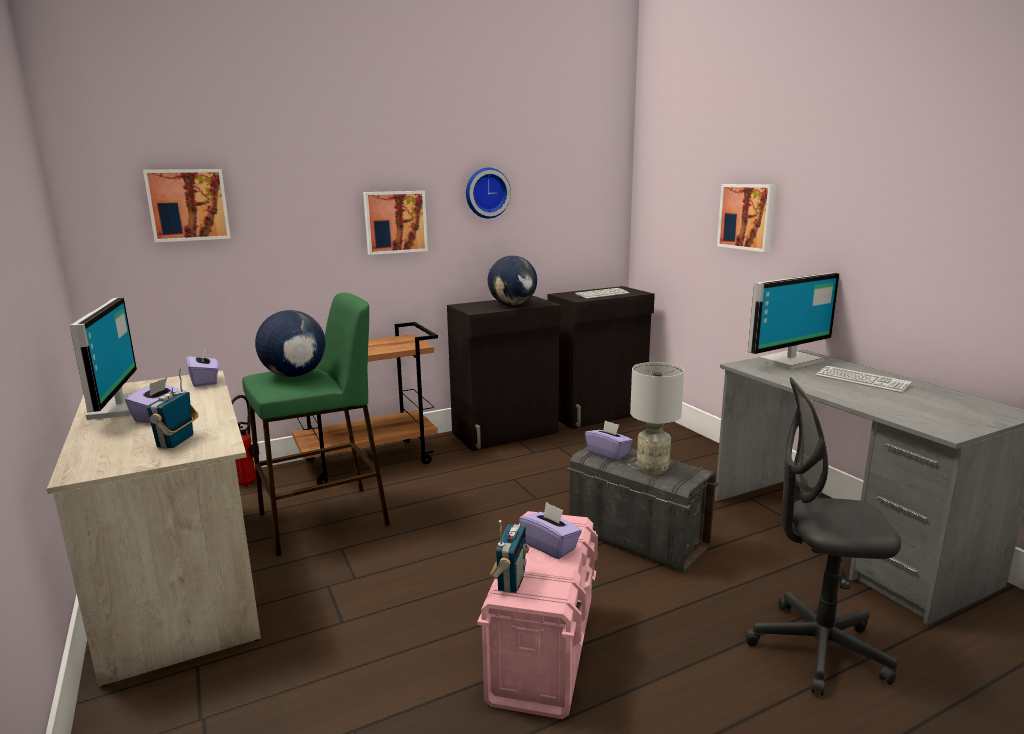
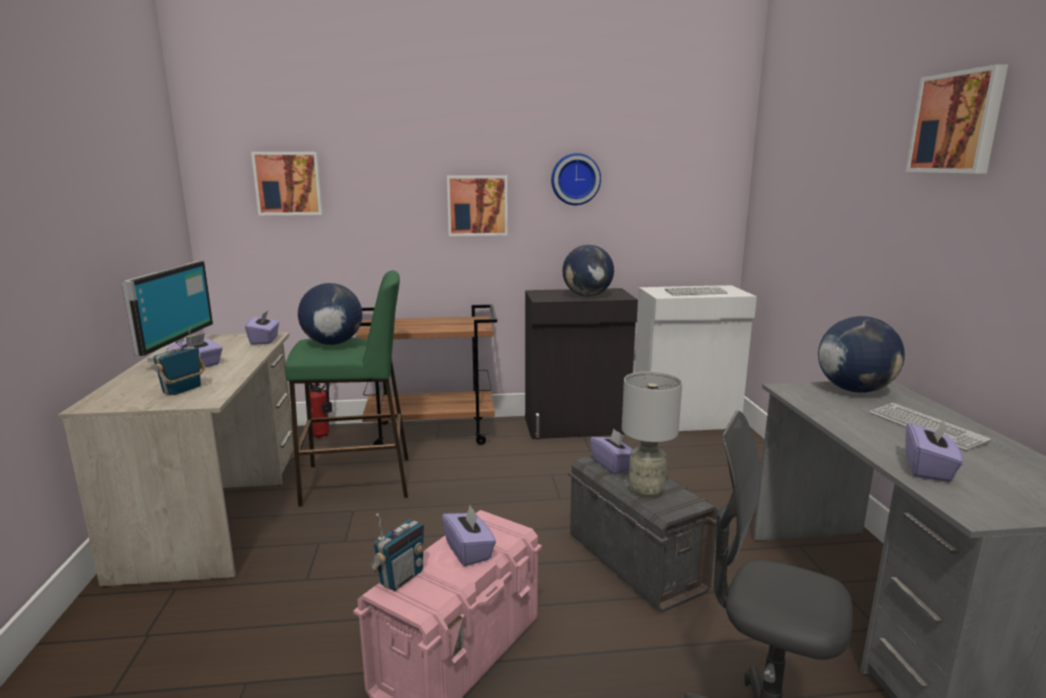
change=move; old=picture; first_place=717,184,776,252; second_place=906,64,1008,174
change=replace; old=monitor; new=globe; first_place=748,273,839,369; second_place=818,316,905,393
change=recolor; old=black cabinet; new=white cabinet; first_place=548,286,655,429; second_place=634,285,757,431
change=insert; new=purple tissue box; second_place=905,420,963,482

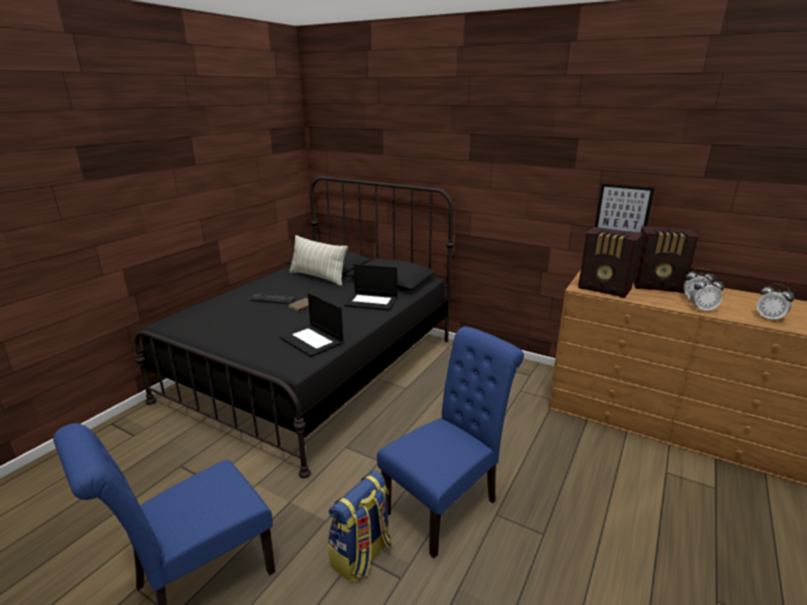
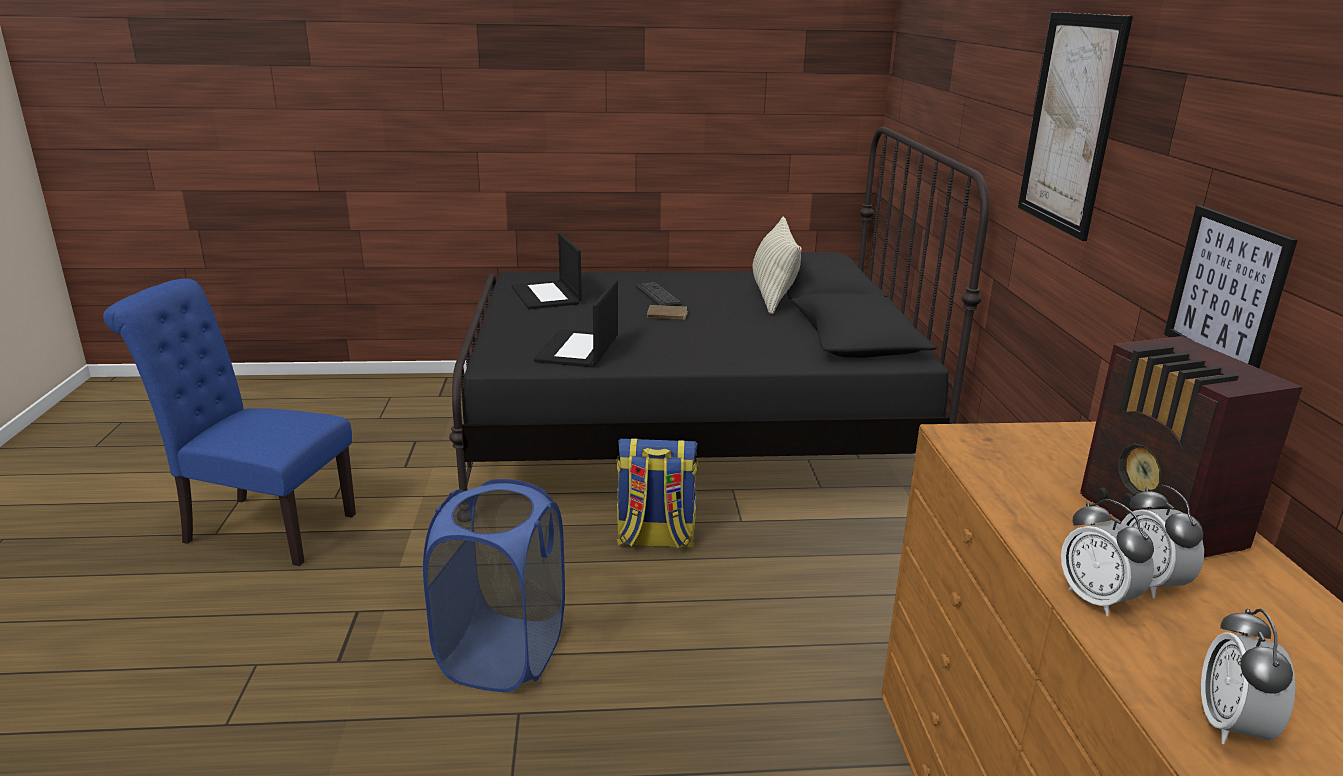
change=delete; old=radio; first_place=578,227,643,298
change=move; old=laptop; first_place=344,264,397,311; second_place=512,233,582,309
change=replace; old=blue chair; new=blue laundry basket; first_place=377,327,524,558; second_place=423,479,565,692
change=move; old=backpack; first_place=328,471,392,583; second_place=616,438,698,548
change=insert; new=picture; second_place=1018,12,1133,241

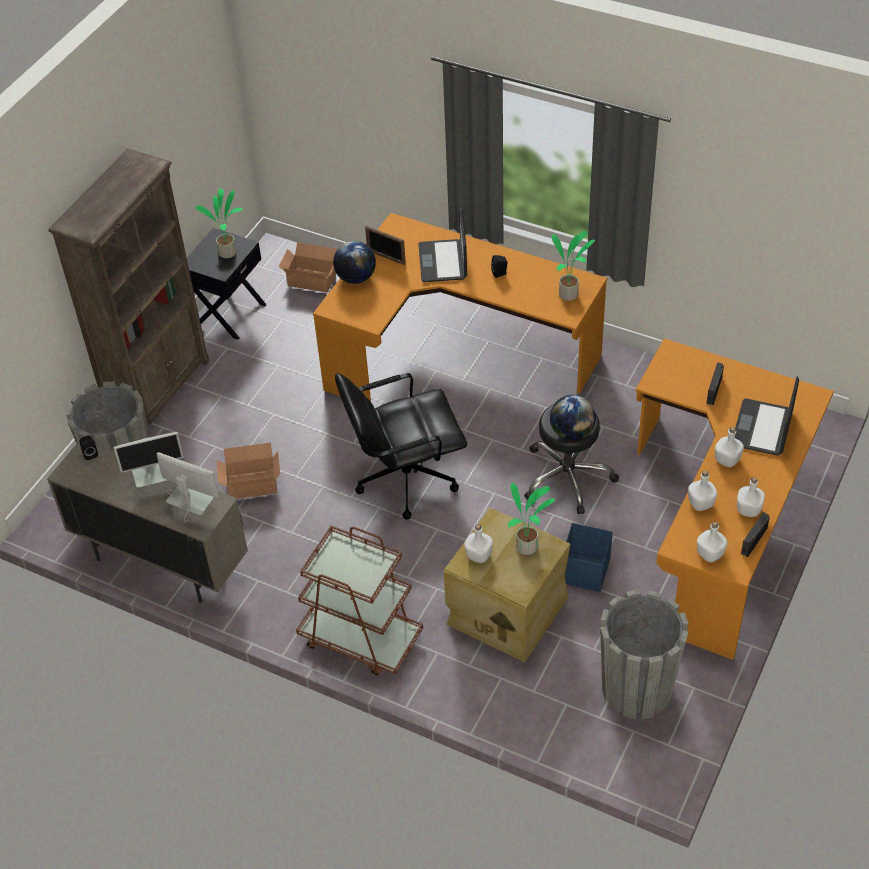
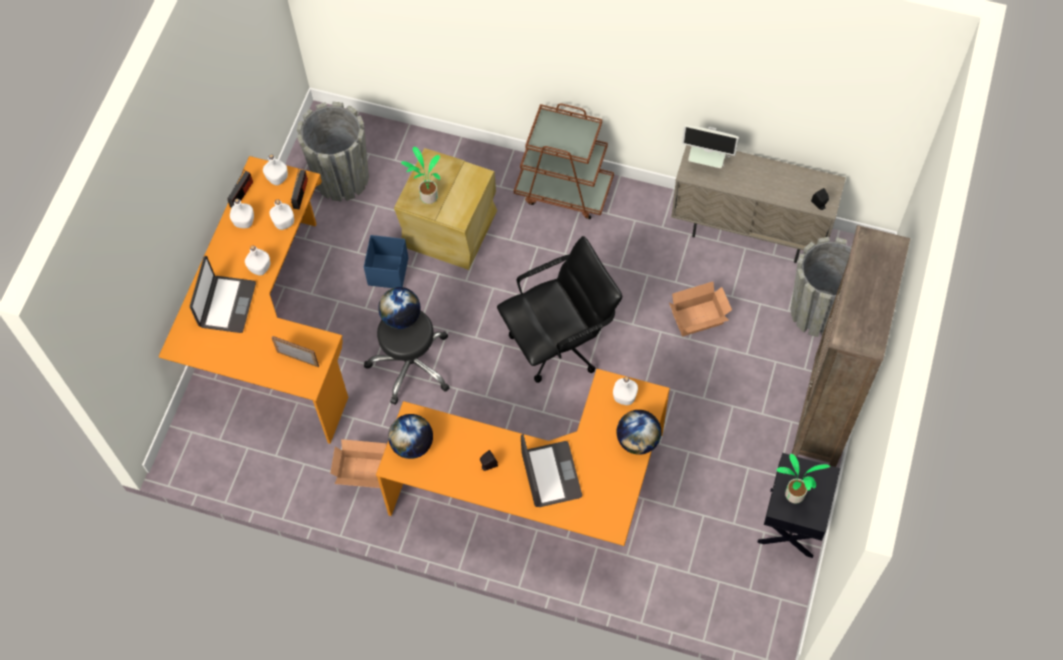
change=move; old=picture frame; first_place=365,226,406,265; second_place=272,336,319,367
change=replace; old=potted plant; new=globe; first_place=551,231,595,301; second_place=388,414,433,459
change=move; old=cardboard box; first_place=279,242,337,293; second_place=330,439,387,488
change=move; old=radio; first_place=706,362,724,405; second_place=291,169,308,210
change=delete; old=monitor; first_place=114,432,184,487
change=move; old=white bottle; first_place=464,524,493,563; second_place=613,377,638,405

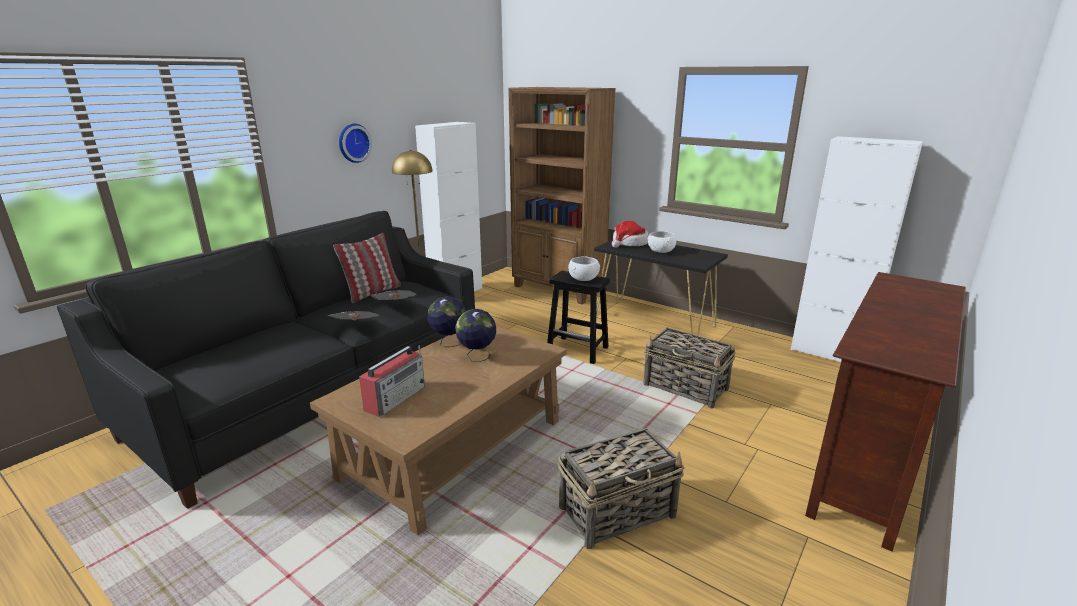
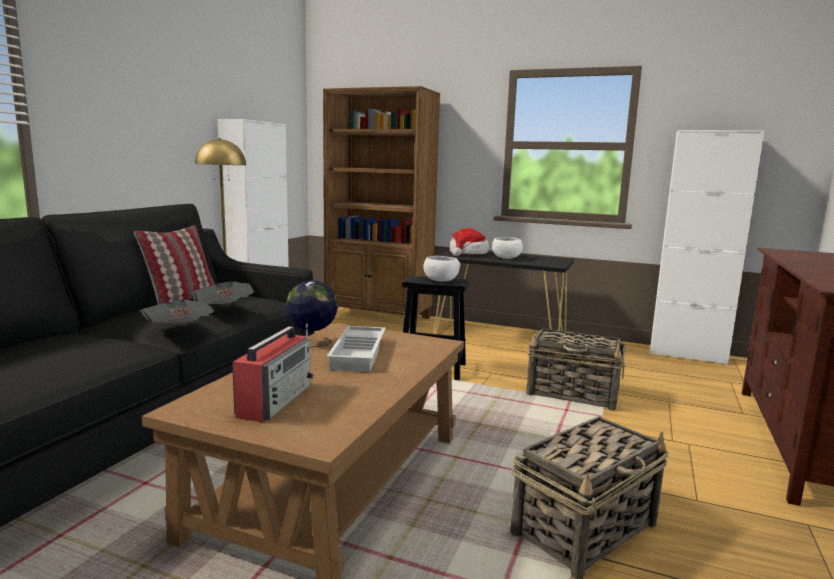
change=delete; old=wall clock; first_place=339,124,372,163
change=replace; old=globe; new=white tray; first_place=455,309,496,362; second_place=326,326,386,372

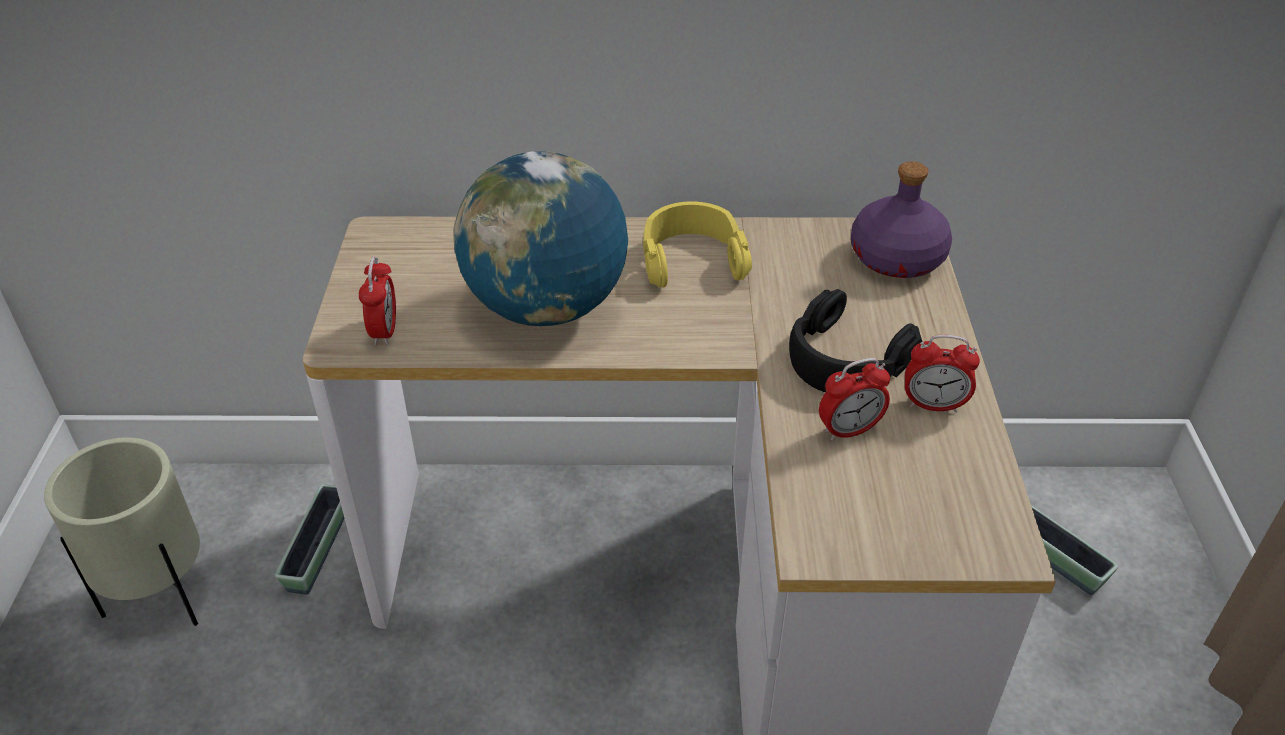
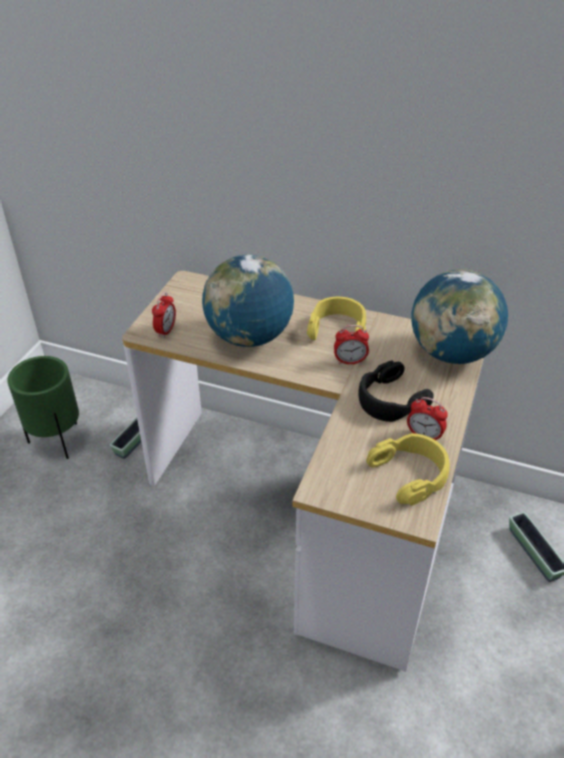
change=replace; old=purple bottle; new=globe; first_place=851,161,952,278; second_place=411,269,508,364
change=move; old=alarm clock; first_place=819,358,890,441; second_place=334,325,369,364
change=recolor; old=beige planter; new=green planter; first_place=44,437,200,626; second_place=7,356,79,459
change=insert; new=yellow headphones; second_place=366,433,450,506

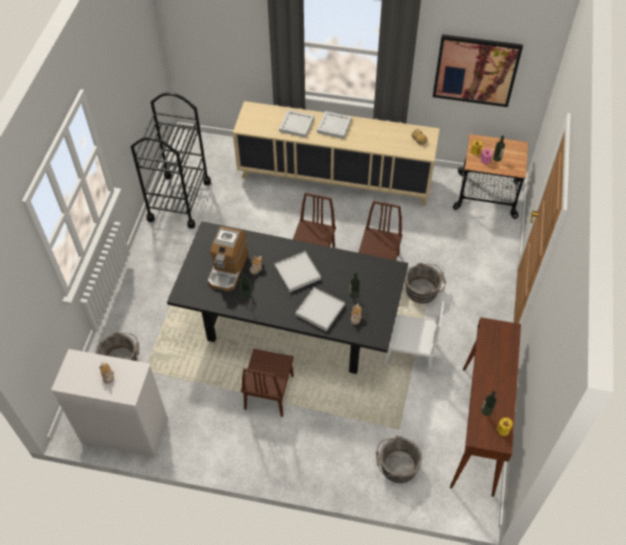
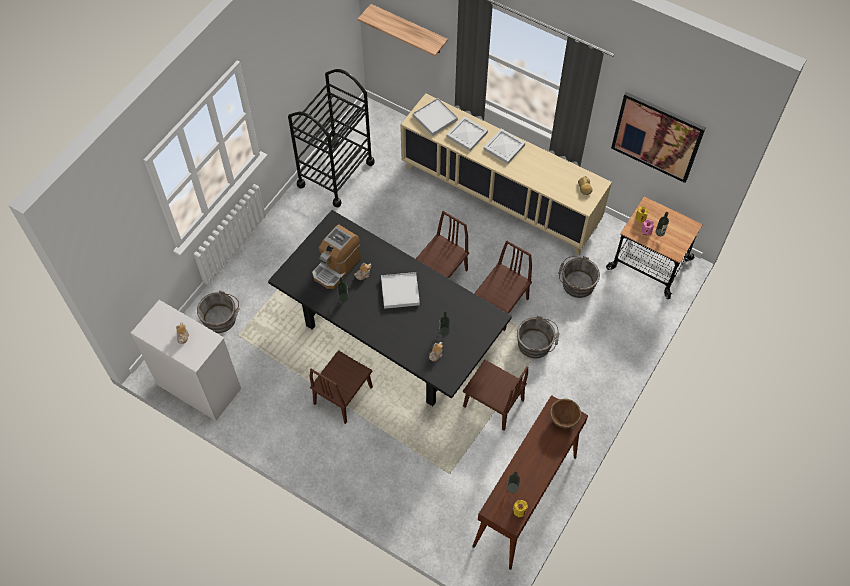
change=move; old=white tray; first_place=295,287,345,331; second_place=413,98,458,136
change=recolor; old=white chair; new=brown chair; first_place=384,302,444,374; second_place=463,359,528,431
change=move; old=grey bucket; first_place=376,436,422,483; second_place=558,256,600,298
change=insert; new=shelf; second_place=358,4,448,56
change=insert; new=brown bowl; second_place=550,399,582,428

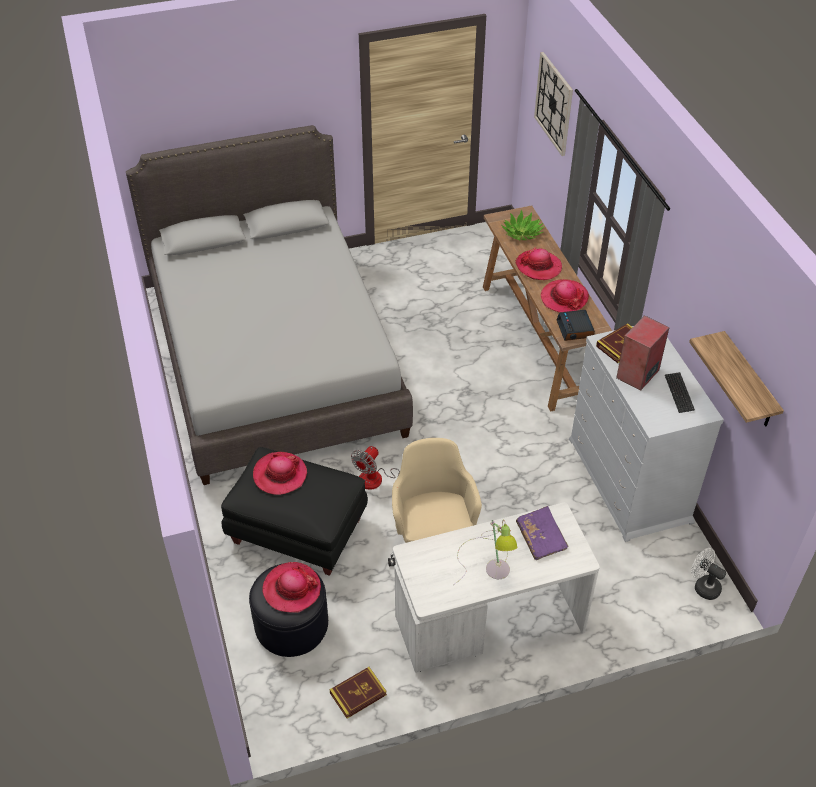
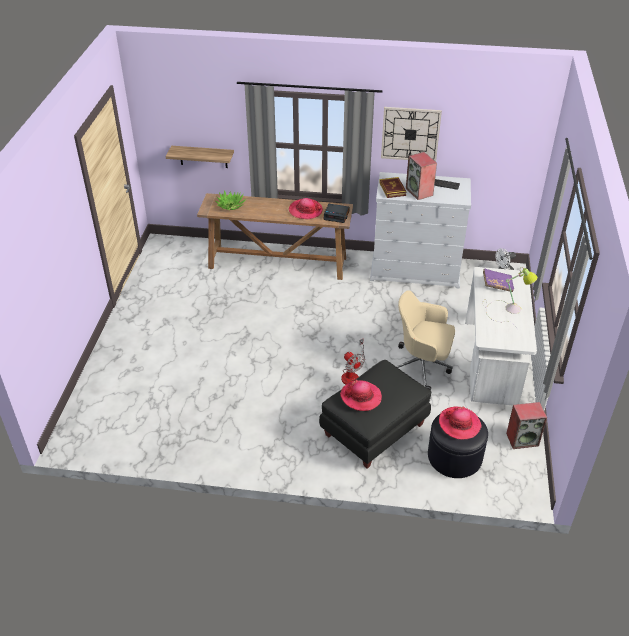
change=move; old=wall clock; first_place=534,52,573,156; second_place=381,107,442,162
change=delete; old=grey bed; first_place=126,125,413,485
change=delete; old=hat; first_place=515,248,562,280
change=move; old=shelf; first_place=689,331,784,427; second_place=166,146,234,168
change=replace; old=book; new=speaker; first_place=330,667,387,718; second_place=506,402,547,449

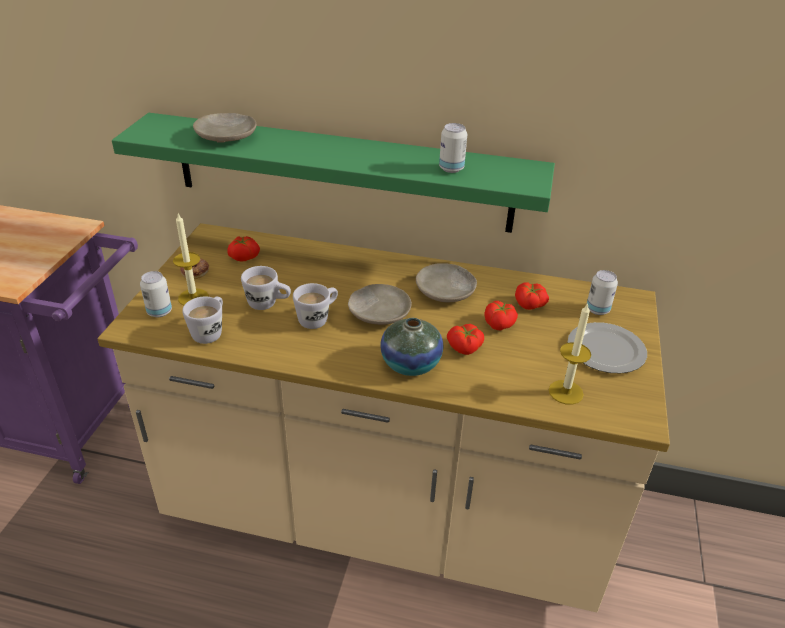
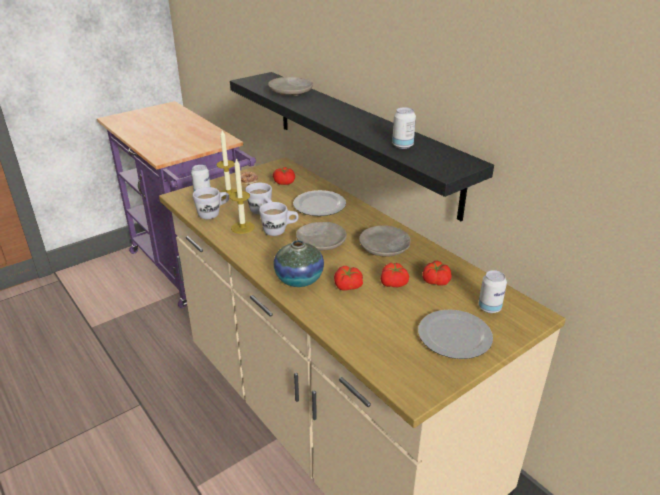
change=recolor; old=green shelf; new=black shelf; first_place=112,113,555,233; second_place=230,72,494,221
change=move; old=candle; first_place=549,303,591,405; second_place=230,158,254,234
change=insert; new=plate; second_place=293,190,346,216

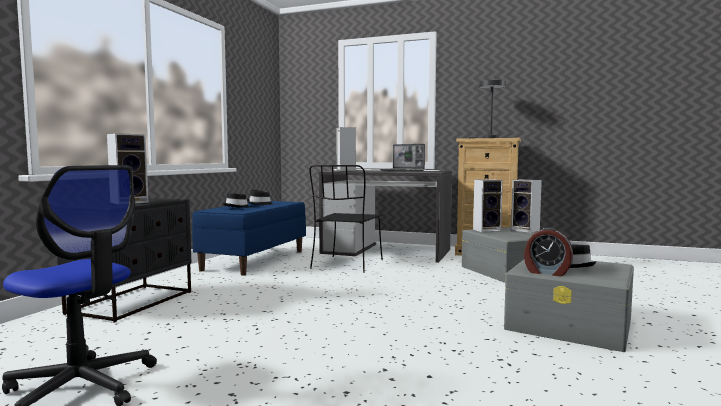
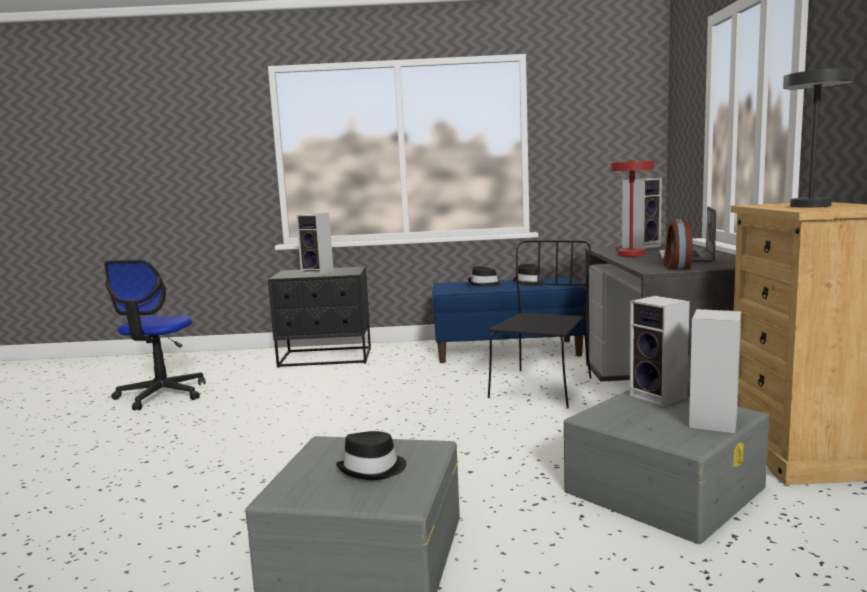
change=rotate; old=black chair; first_place=309,165,383,273; second_place=488,240,592,408; degrees=120
change=move; old=alarm clock; first_place=524,228,573,276; second_place=663,219,692,270
change=insert; new=red table lamp; second_place=610,160,655,257

